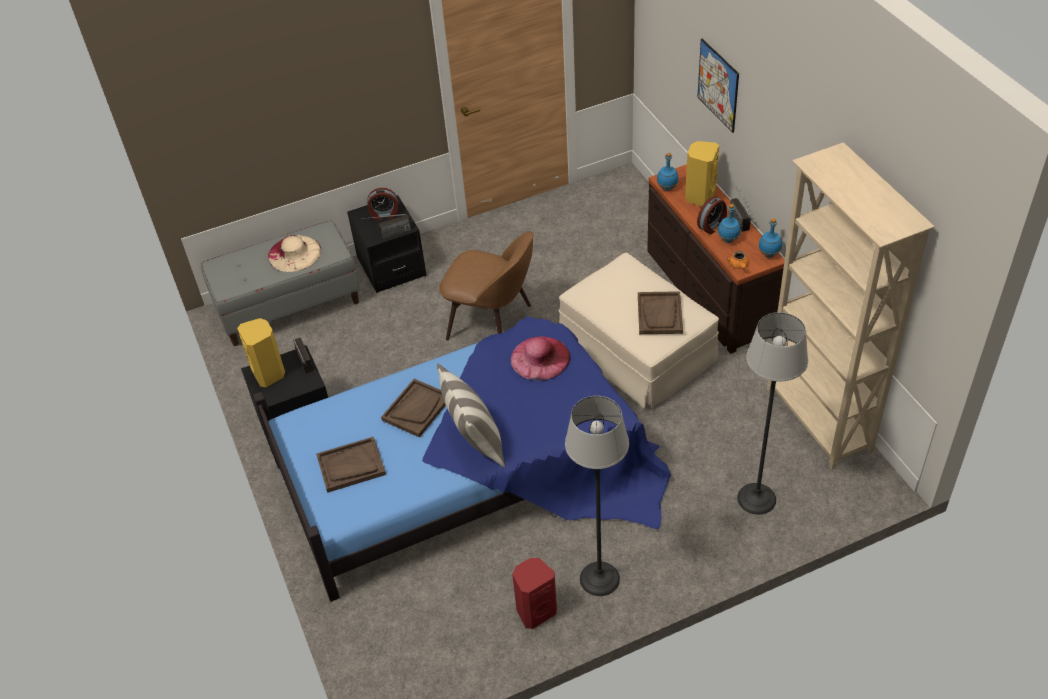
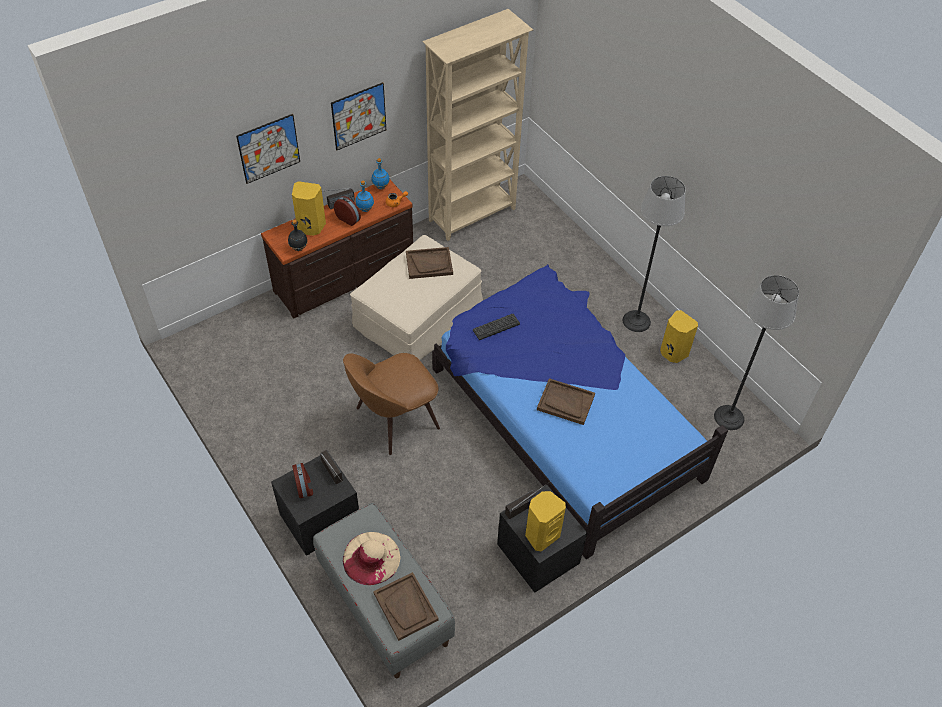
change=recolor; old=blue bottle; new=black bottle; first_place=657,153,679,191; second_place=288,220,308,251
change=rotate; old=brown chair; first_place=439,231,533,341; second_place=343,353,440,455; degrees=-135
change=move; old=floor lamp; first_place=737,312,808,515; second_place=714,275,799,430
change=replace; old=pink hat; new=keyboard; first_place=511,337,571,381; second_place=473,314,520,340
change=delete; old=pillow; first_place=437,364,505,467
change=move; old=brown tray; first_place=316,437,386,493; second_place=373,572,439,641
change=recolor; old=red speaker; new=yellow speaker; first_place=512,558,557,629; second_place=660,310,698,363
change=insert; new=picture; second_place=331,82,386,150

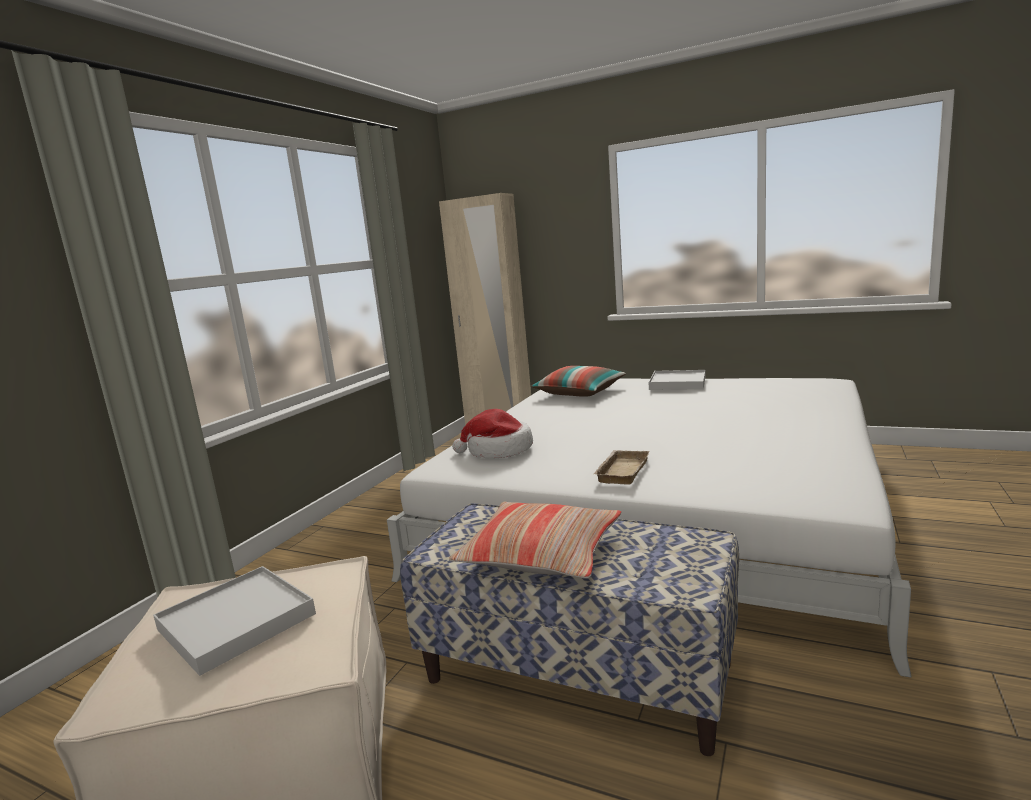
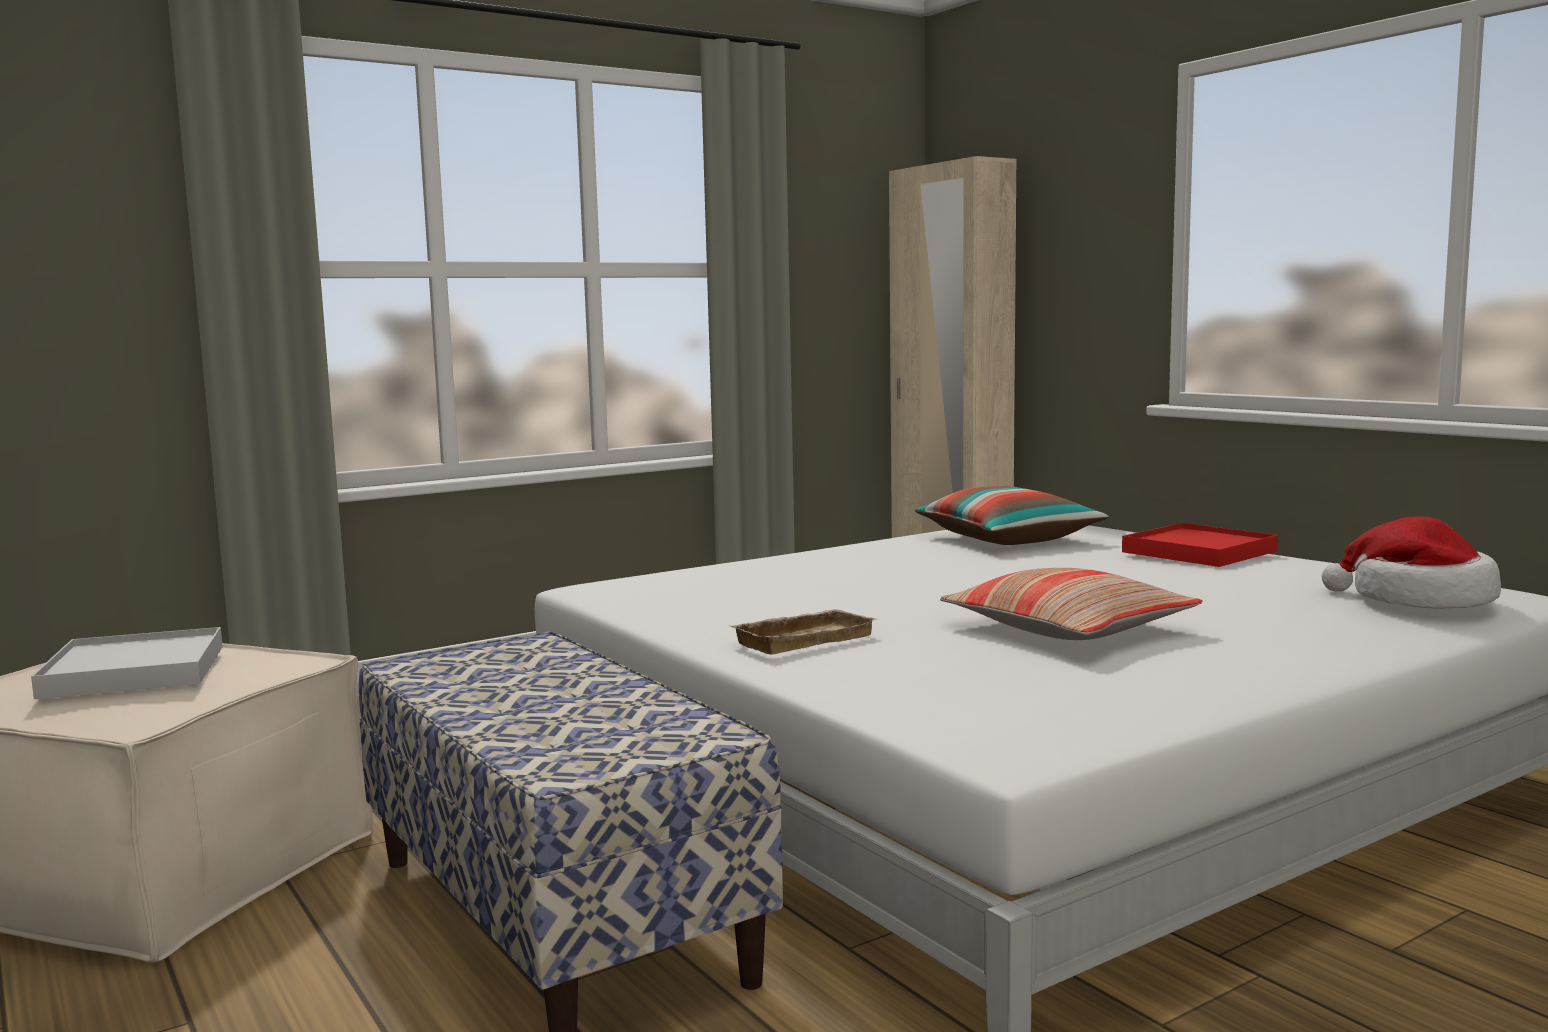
change=recolor; old=white tray; new=red tray; first_place=649,370,706,390; second_place=1122,523,1278,567
change=move; old=hat; first_place=452,409,533,458; second_place=1322,517,1501,609
change=move; old=pillow; first_place=449,502,621,579; second_place=940,568,1203,640

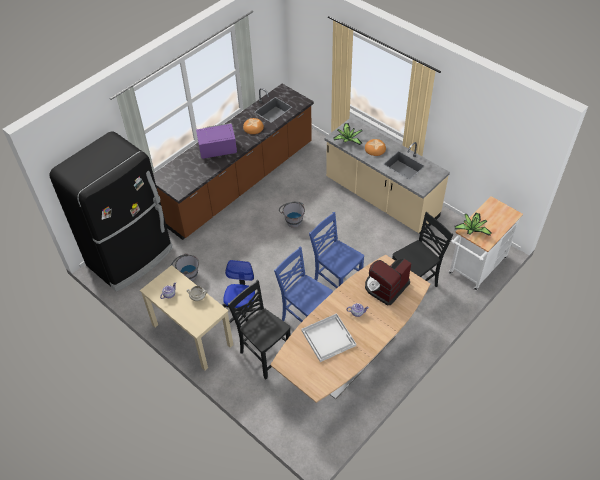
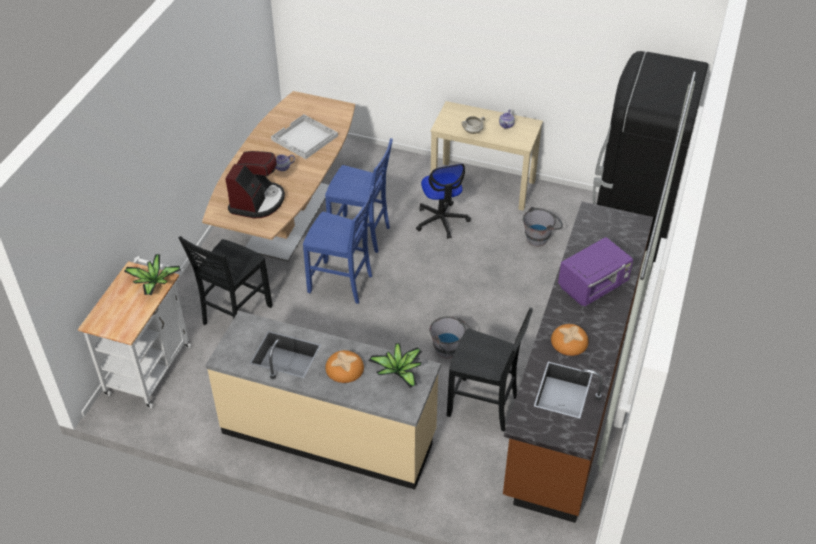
change=move; old=black chair; first_place=228,280,290,379; second_place=447,308,533,431

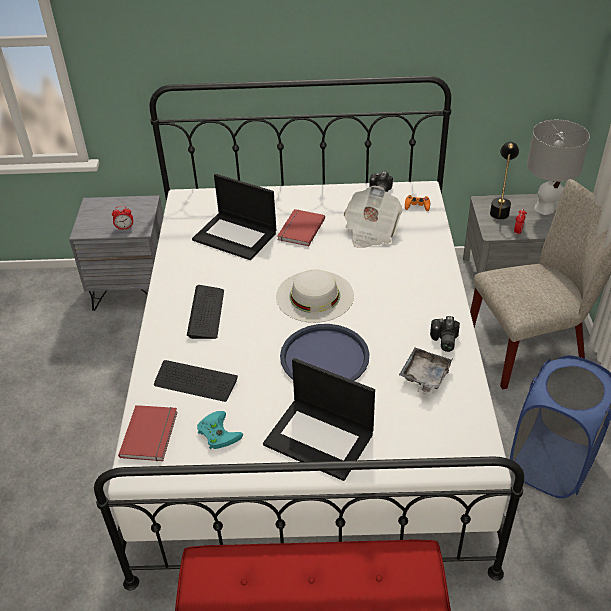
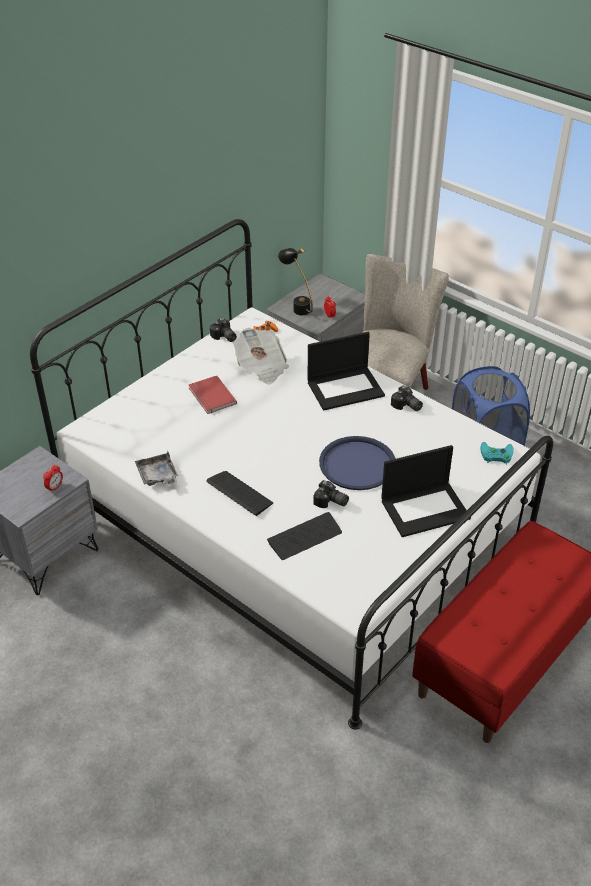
change=delete; old=grey table lamp; first_place=527,120,590,215
change=move; old=laptop; first_place=192,174,276,260; second_place=308,332,385,411
change=delete; old=white hat; first_place=276,270,354,323
change=move; old=grey tray; first_place=399,348,452,396; second_place=135,451,178,486
change=delete; old=red book; first_place=118,405,177,461
change=move; old=turquoise game controller; first_place=197,411,243,449; second_place=481,442,514,464
change=insert; new=photo camera; second_place=313,480,349,508

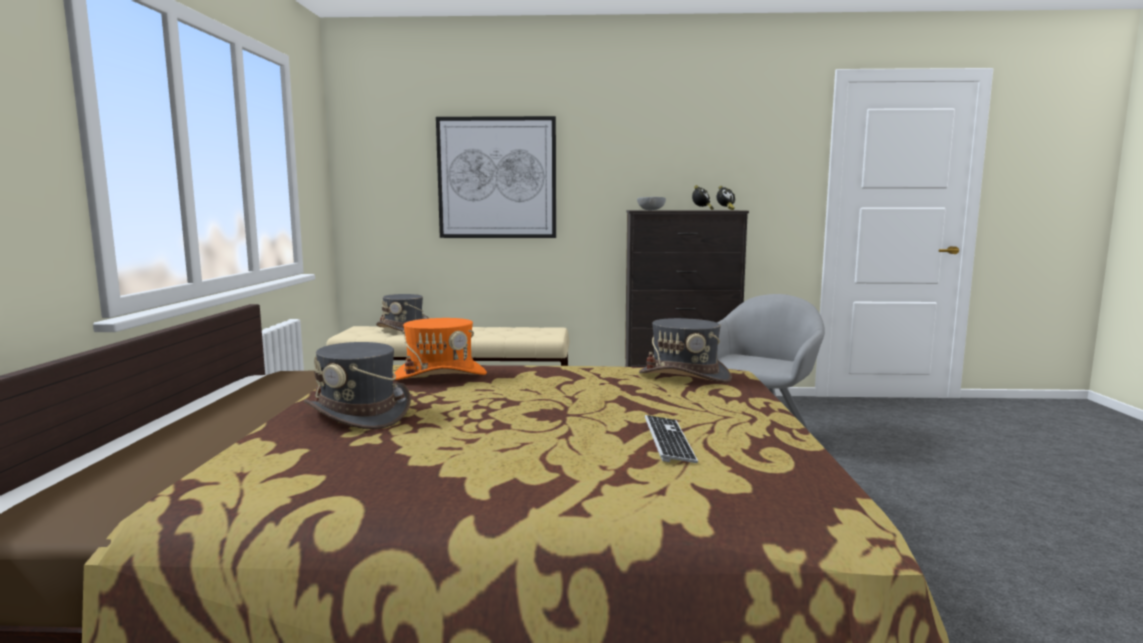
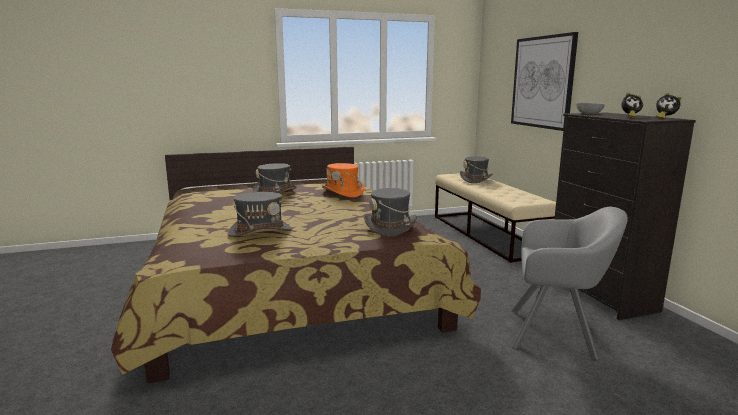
change=replace; old=keyboard; new=grey hat; first_place=645,415,698,463; second_place=228,192,292,237

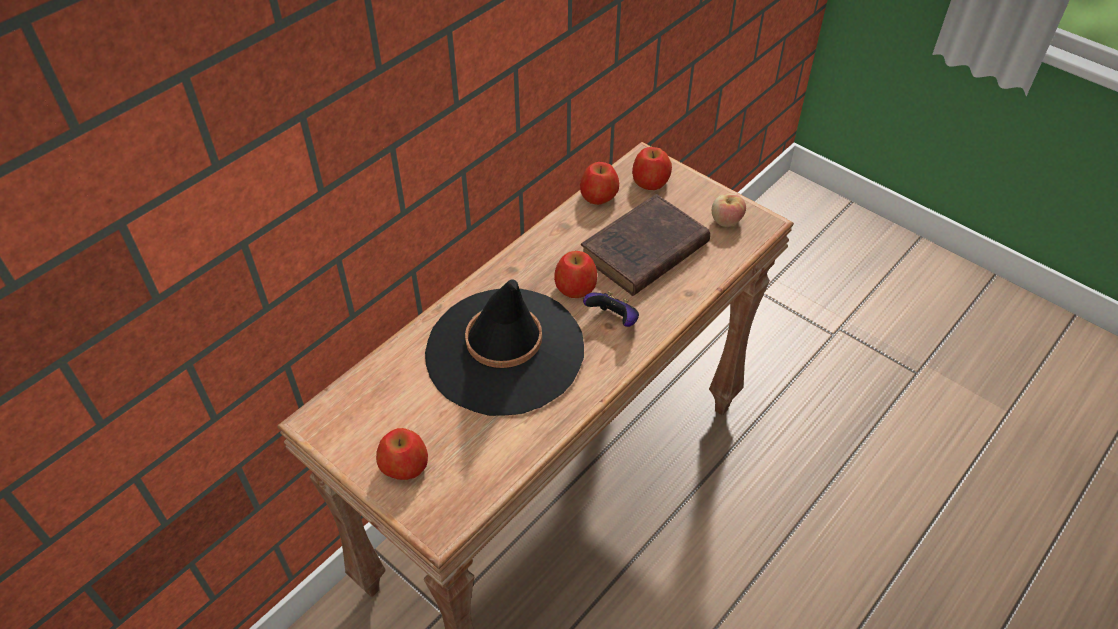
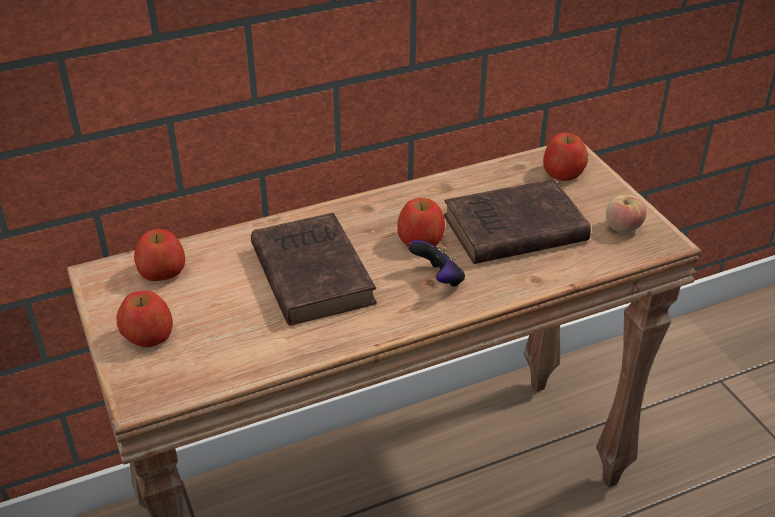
change=move; old=apple; first_place=580,162,619,205; second_place=134,229,185,281
change=replace; old=black hat; new=brown book; first_place=425,279,584,416; second_place=251,213,377,326

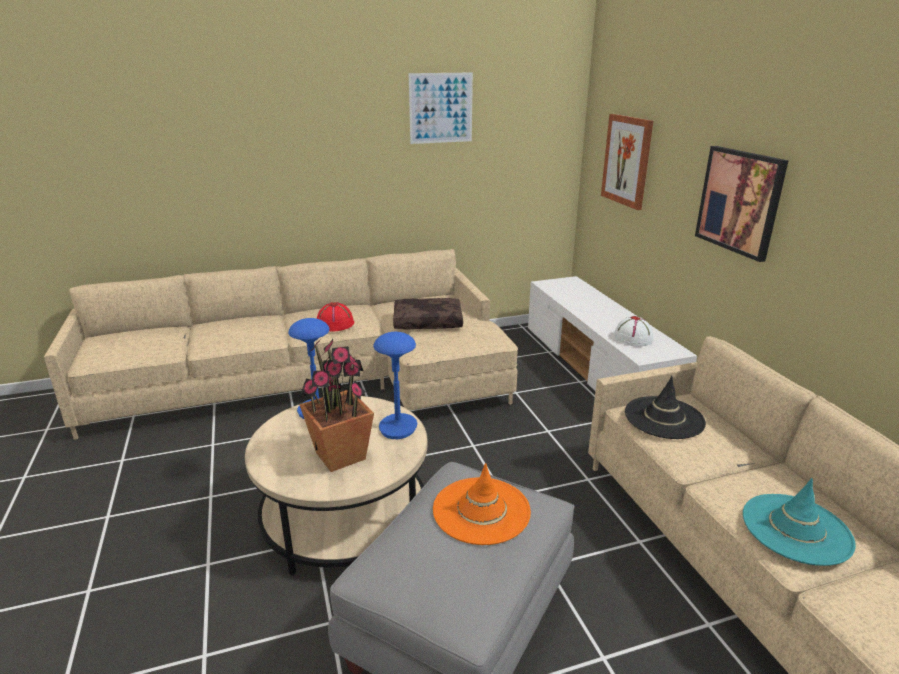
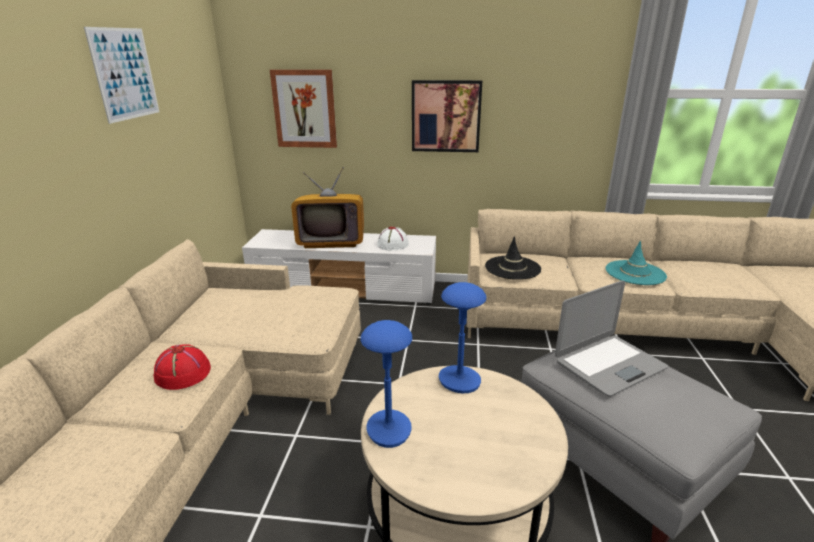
change=delete; old=brown pillow; first_place=393,298,463,329
change=delete; old=potted plant; first_place=299,338,374,472
change=replace; old=orange hat; new=laptop; first_place=433,463,531,545; second_place=555,280,668,396
change=insert; new=television; second_place=291,167,364,248

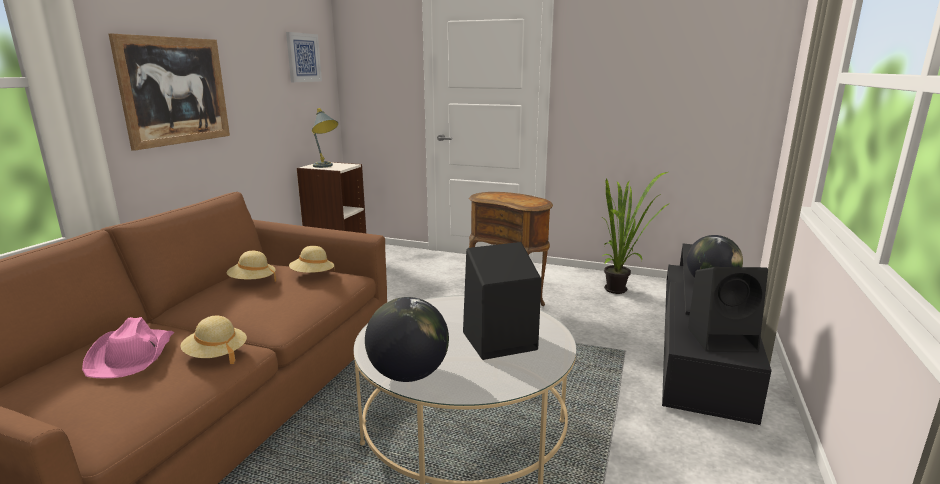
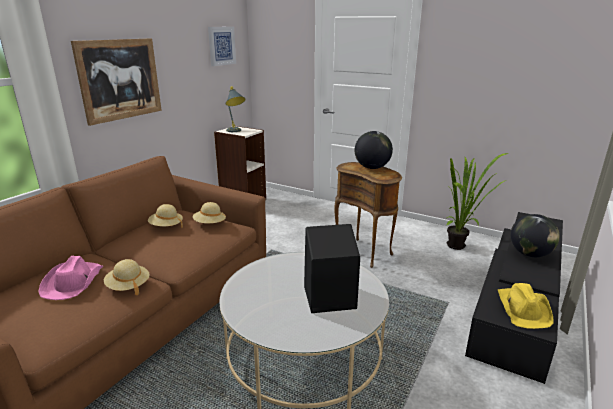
change=replace; old=black speaker; new=yellow hat; first_place=688,267,768,353; second_place=498,283,554,329
change=move; old=globe; first_place=365,297,449,382; second_place=355,131,393,169

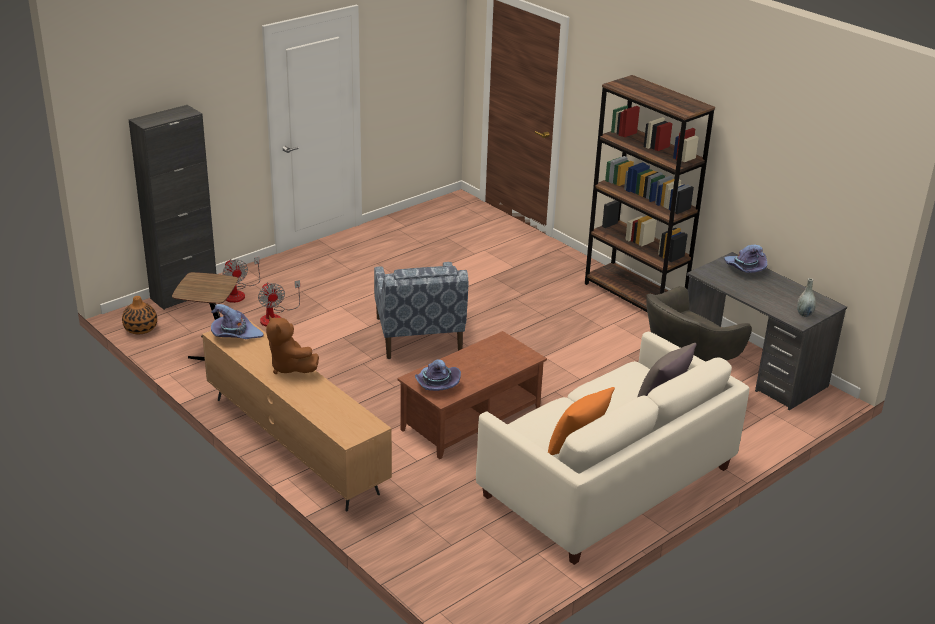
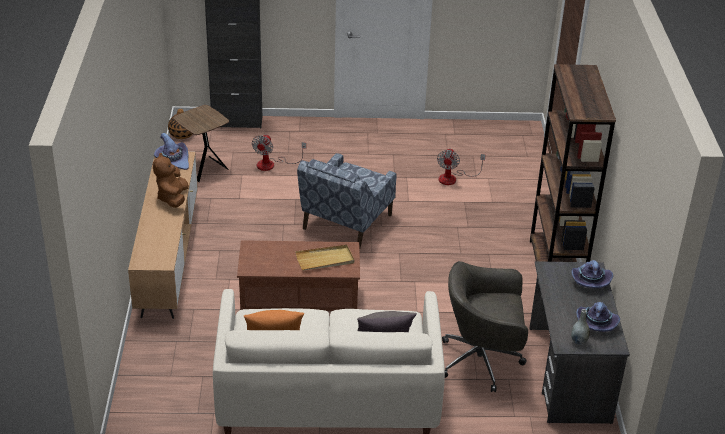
change=move; old=fan; first_place=222,257,260,303; second_place=437,148,486,185
change=move; old=purple hat; first_place=415,360,461,391; second_place=576,302,620,332
change=insert; new=beige tray; second_place=295,245,355,270

